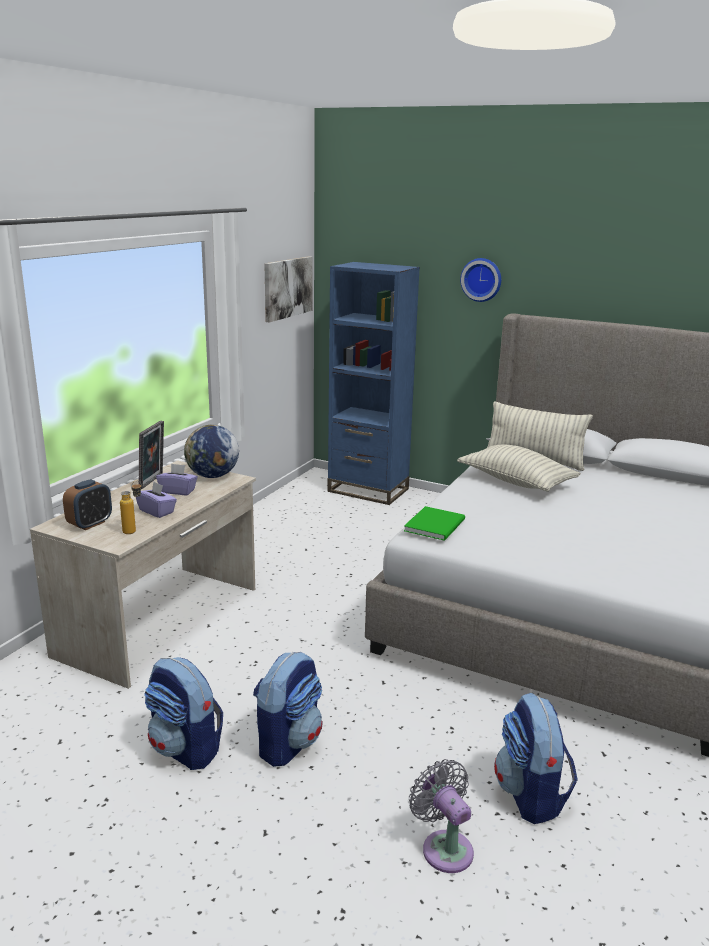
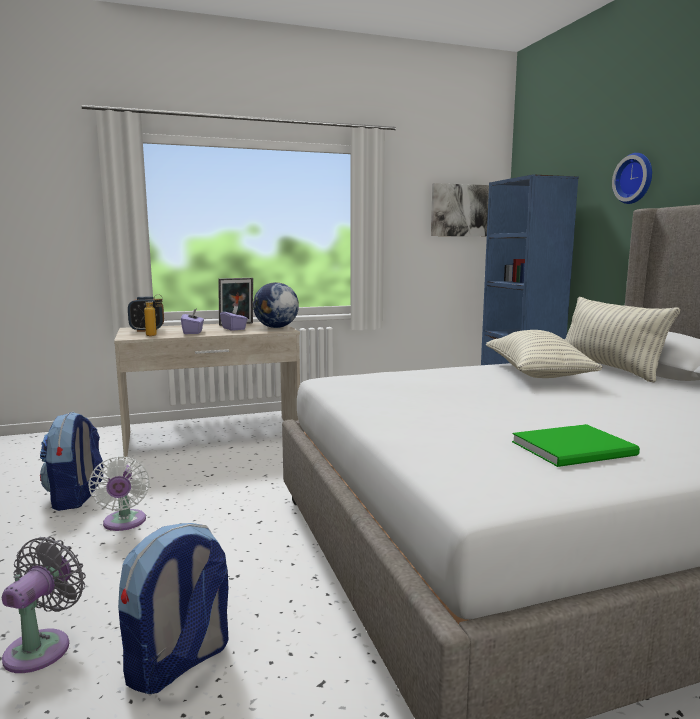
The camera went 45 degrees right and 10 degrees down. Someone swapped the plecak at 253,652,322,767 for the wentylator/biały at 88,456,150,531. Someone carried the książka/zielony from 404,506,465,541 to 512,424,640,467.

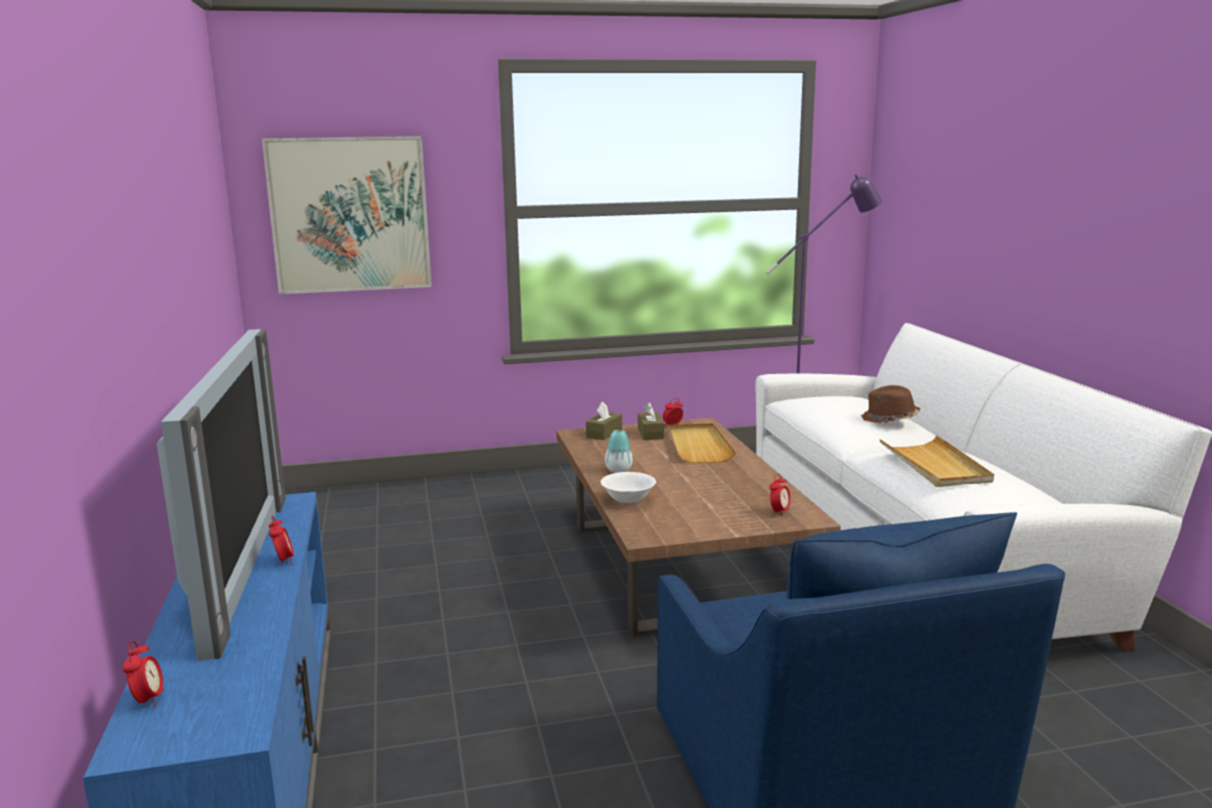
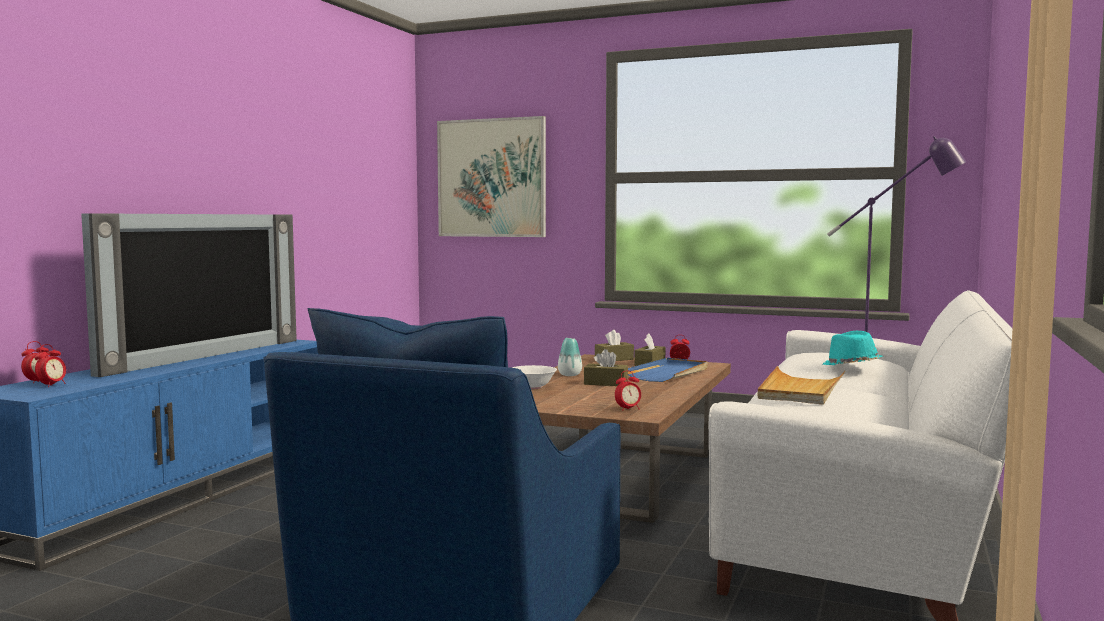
The camera went 35 degrees right and 10 degrees down. Someone carried the budzik from 269,516,294,564 to 35,344,66,387. Someone repainted the taca/beżowy at 668,423,736,463, which became the taca/niebieski at 628,358,708,382. Someone repainted the kapelusz/brązowy at 861,385,920,423, which became the kapelusz/turkusowy at 823,331,883,365. Someone put down the pudełko chusteczek/brązowy at 584,349,628,386.

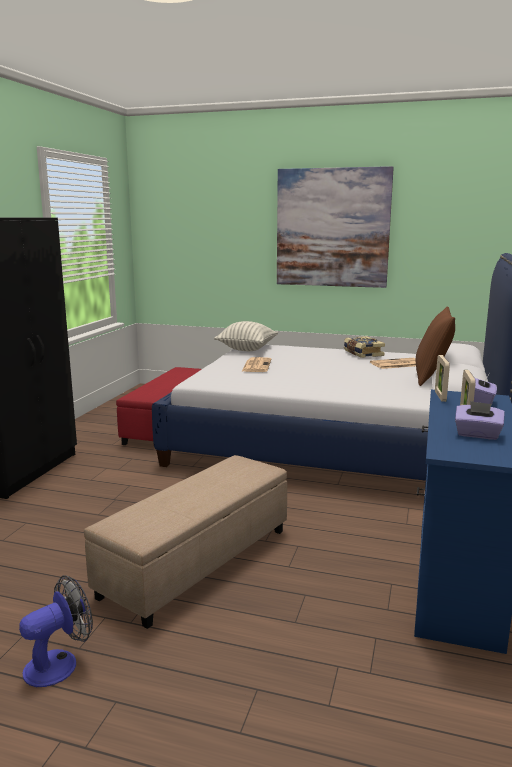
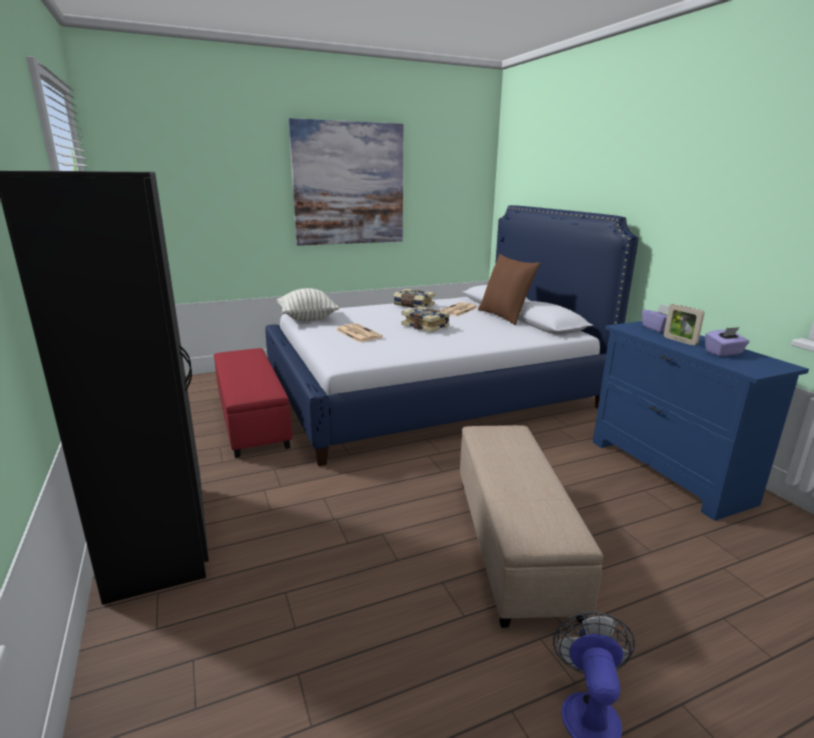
The camera went 40 degrees left and 5 degrees up. Someone took away the ramka na zdjęcie at 435,355,450,402. Someone put down the książka at 401,307,450,332.

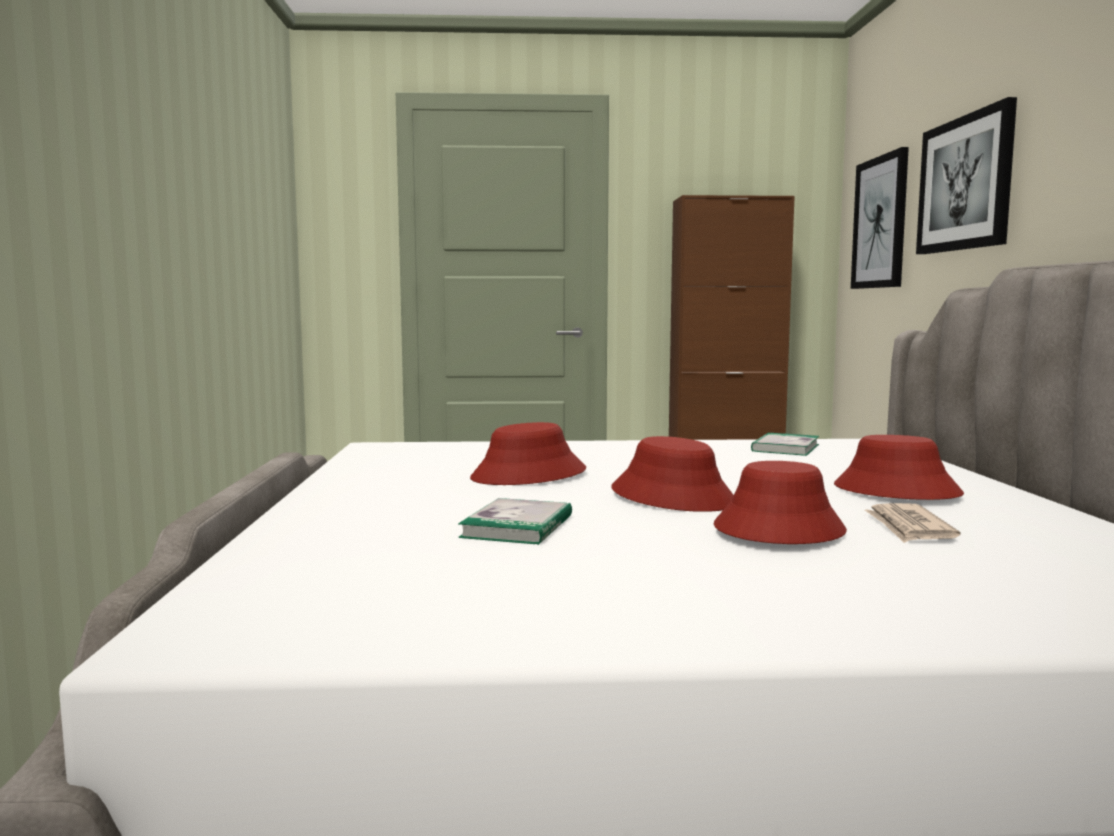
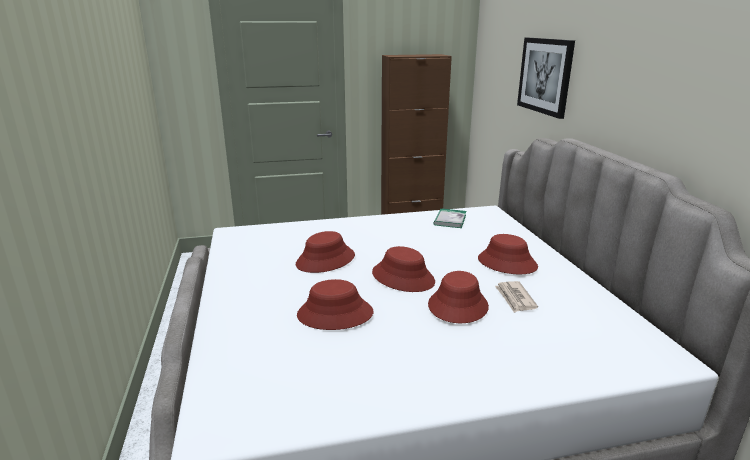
The camera went 10 degrees left and 15 degrees up. Someone swapped the książka at 458,498,572,545 for the kapelusz/czerwony at 297,279,373,330. Someone took away the obraz at 851,147,909,289.

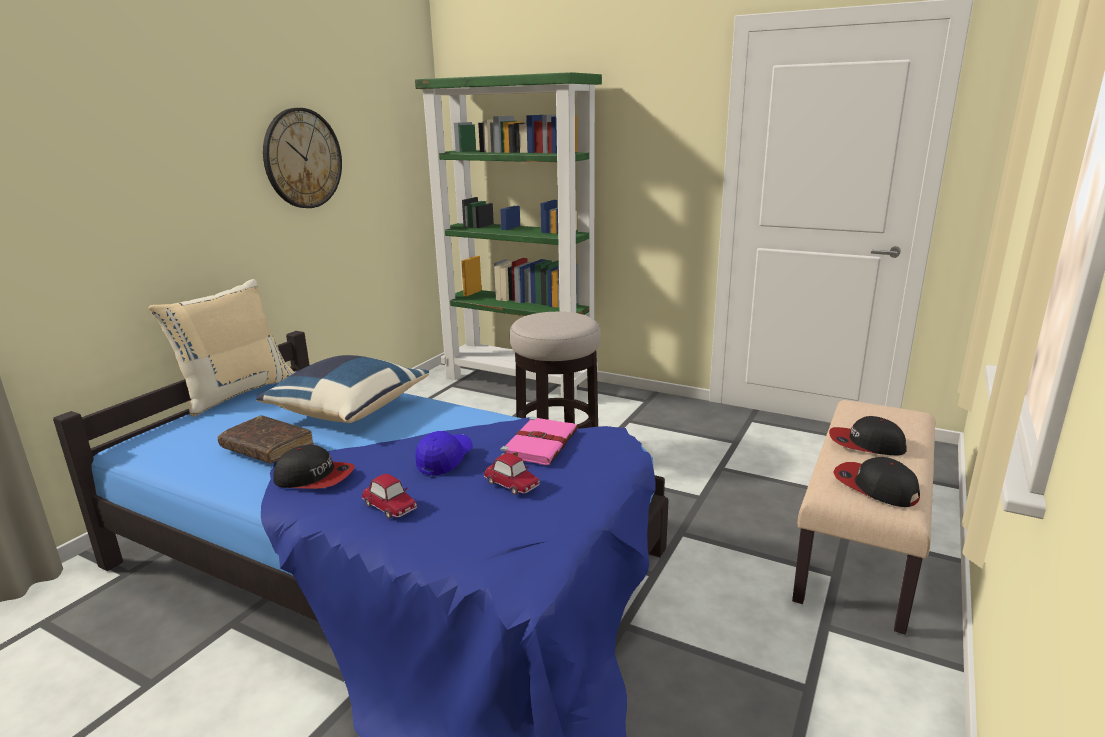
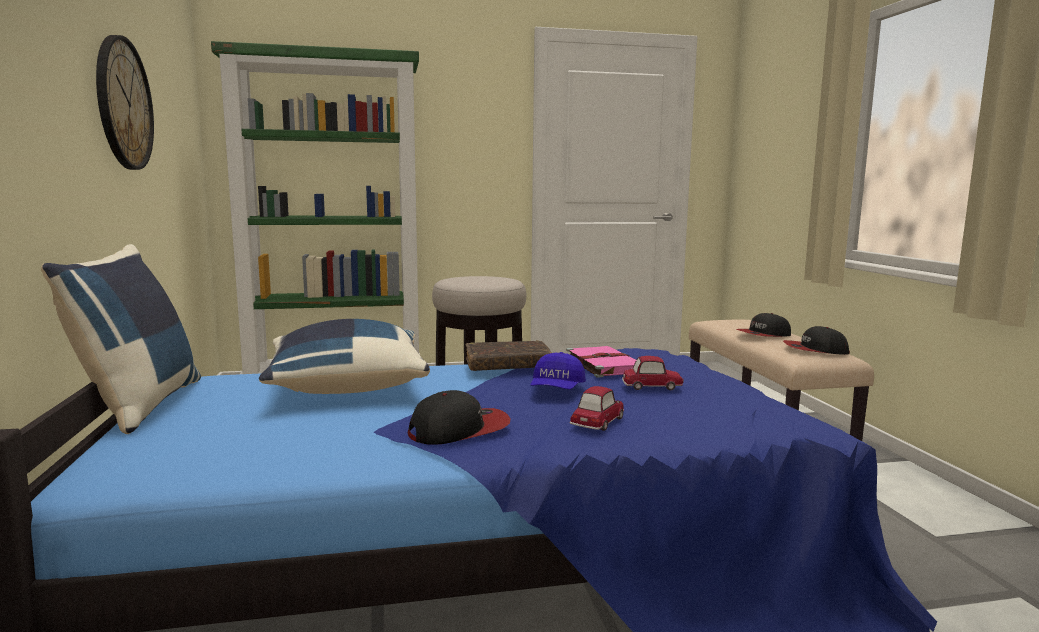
The camera went 40 degrees left and 10 degrees down. Someone repainted the poduszka/beżowy at 149,279,295,417, which became the poduszka/niebieski at 41,244,201,434. Someone carried the książka/brązowy from 217,415,314,464 to 466,340,552,371. Someone rotated the samochodzik at 362,474,417,519 by 60 degrees counterclockwise. Someone rotated the czapka z daszkiem/niebieski at 415,431,473,476 by 150 degrees counterclockwise.

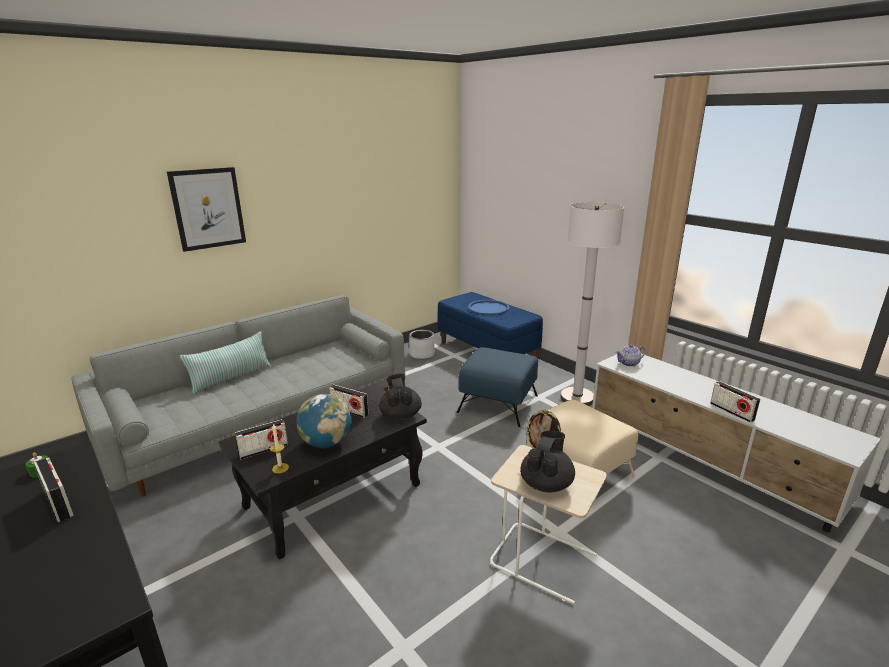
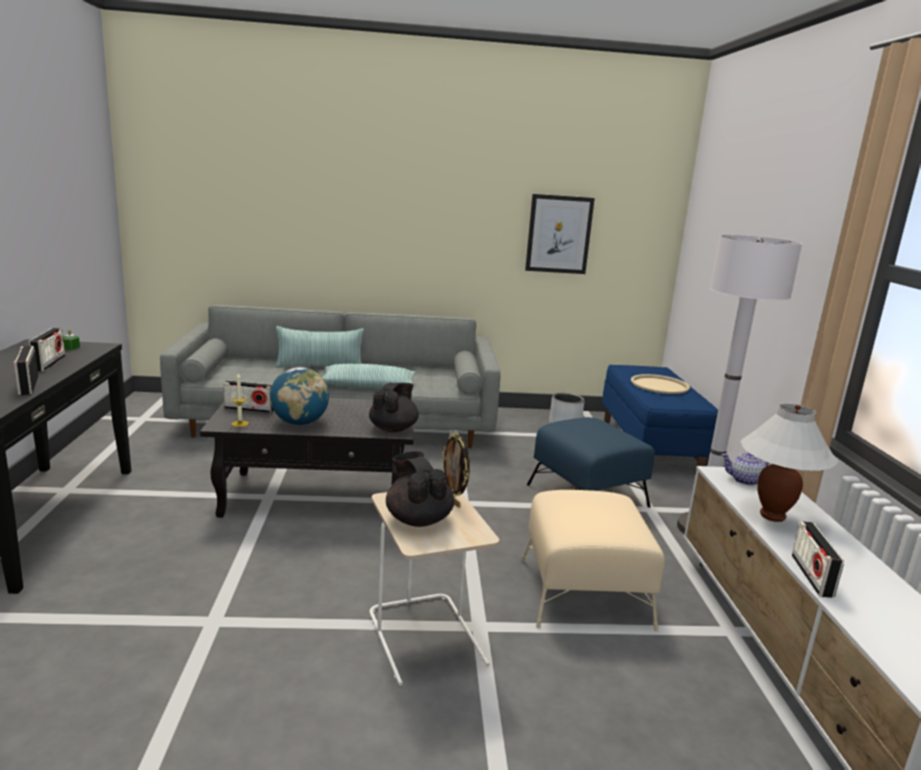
The camera went 35 degrees right and 5 degrees down. Someone carried the obraz from 167,167,246,252 to 525,194,595,274. Someone carried the radio from 329,385,369,418 to 13,346,38,395. Someone repainted the taca/niebieski at 468,300,509,315, which became the taca/beżowy at 631,374,690,394. Someone rotated the imbryk/czarny at 520,431,575,492 by 90 degrees counterclockwise. Someone put down the poduszka at 322,364,416,389. Someone put down the lampa stołowa/biały at 740,404,839,522.

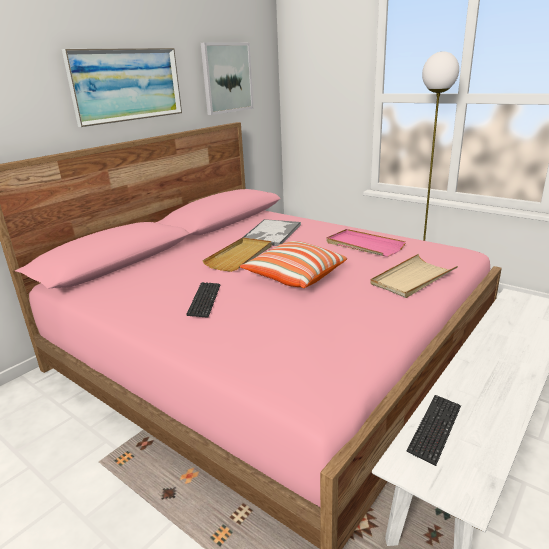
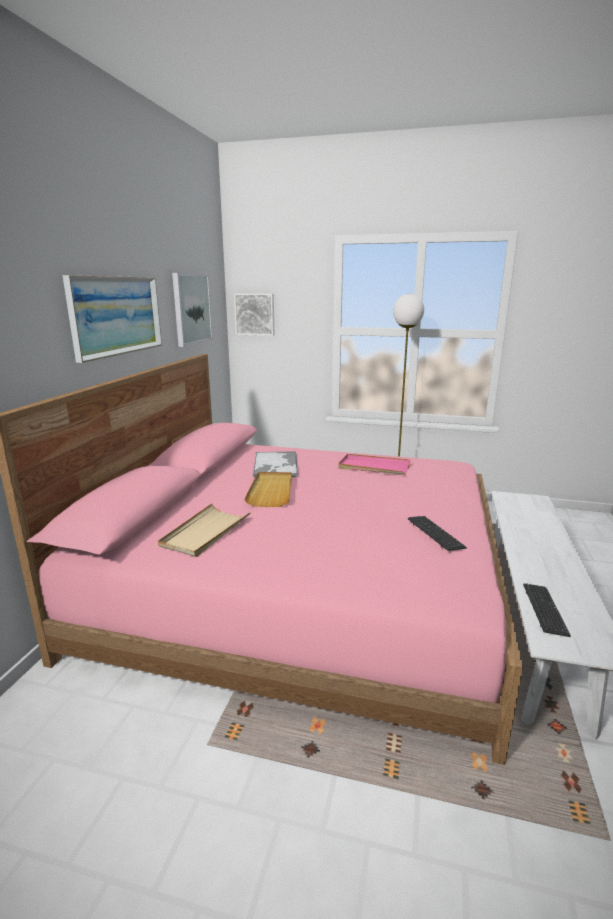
The camera went 25 degrees left and 5 degrees down. Someone carried the klawiatura from 186,282,220,318 to 408,516,467,551. Someone took away the poduszka at 240,241,347,288. Someone carried the taca/beżowy from 370,254,458,298 to 158,504,251,557. Someone put up the obraz at 234,294,274,336.

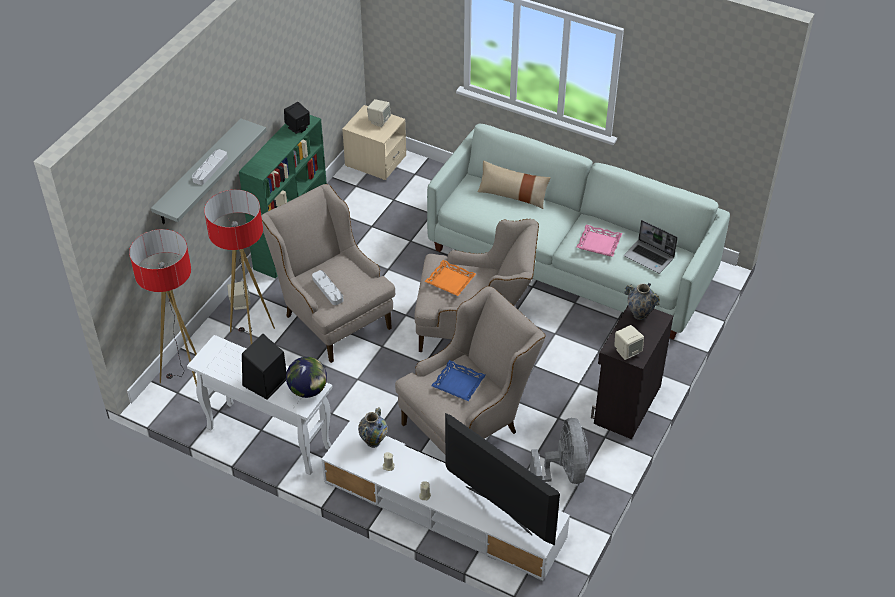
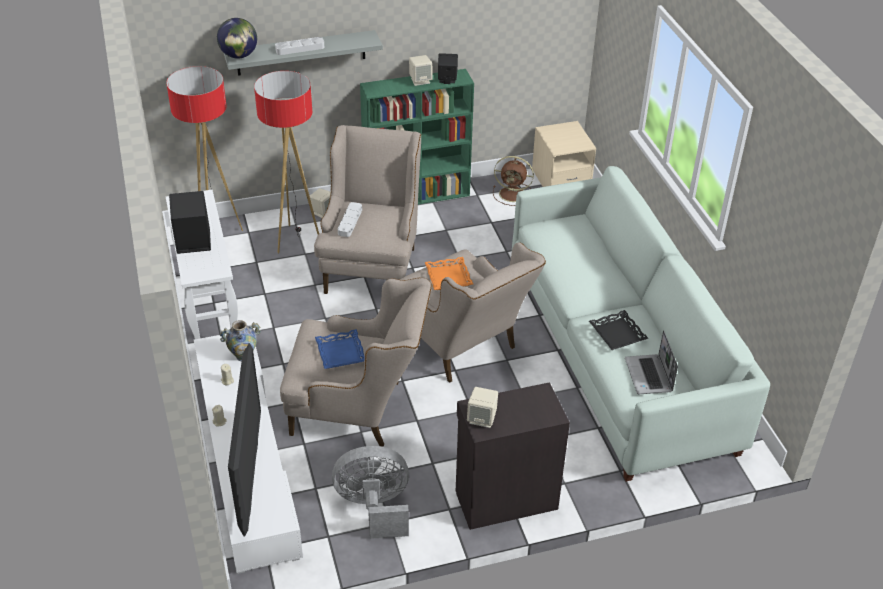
The camera went 45 degrees right and 5 degrees down. Someone carried the globus from 286,357,327,398 to 217,18,257,59. Someone carried the głośnik/beżowy from 367,99,391,127 to 409,55,433,86. Someone took away the poduszka/beżowy at 478,160,551,209. Someone rotated the wentylator/szary at 530,418,589,484 by 135 degrees counterclockwise. Someone repainted the taca/różowy at 577,225,622,256, which became the taca/czarny at 589,310,649,350. Someone took away the wazon at 624,283,660,320. Someone put down the wentylator/brązowy at 493,156,534,206.

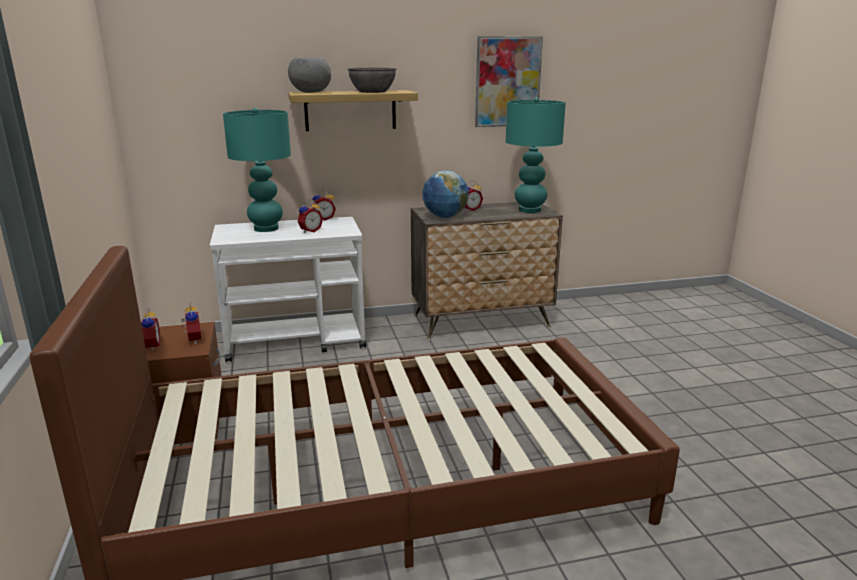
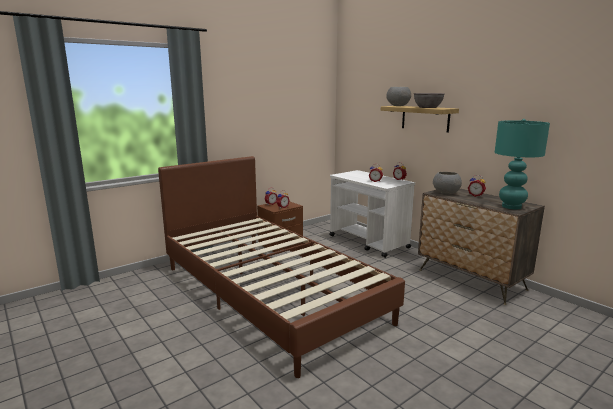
The camera went 65 degrees right and 5 degrees down. Someone took away the lampa stołowa/turkusowy at 223,108,291,232. Someone swapped the globus at 423,171,468,218 for the miska/szary at 433,172,462,194. Someone took away the obraz at 475,36,543,127.

